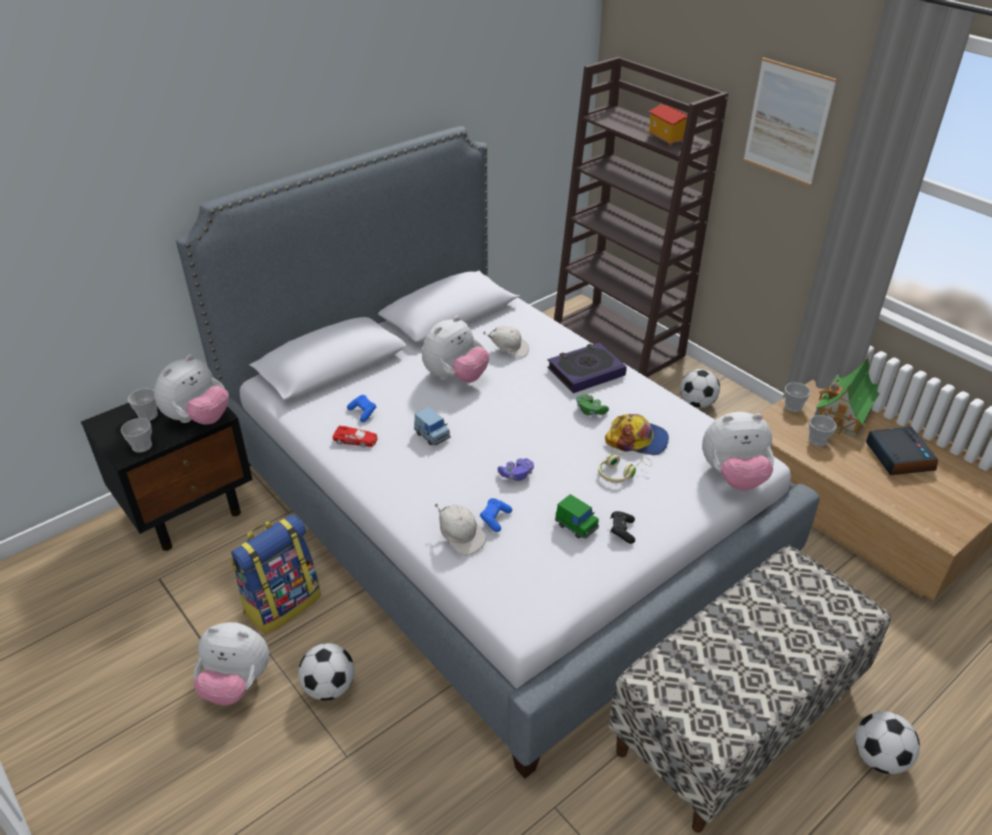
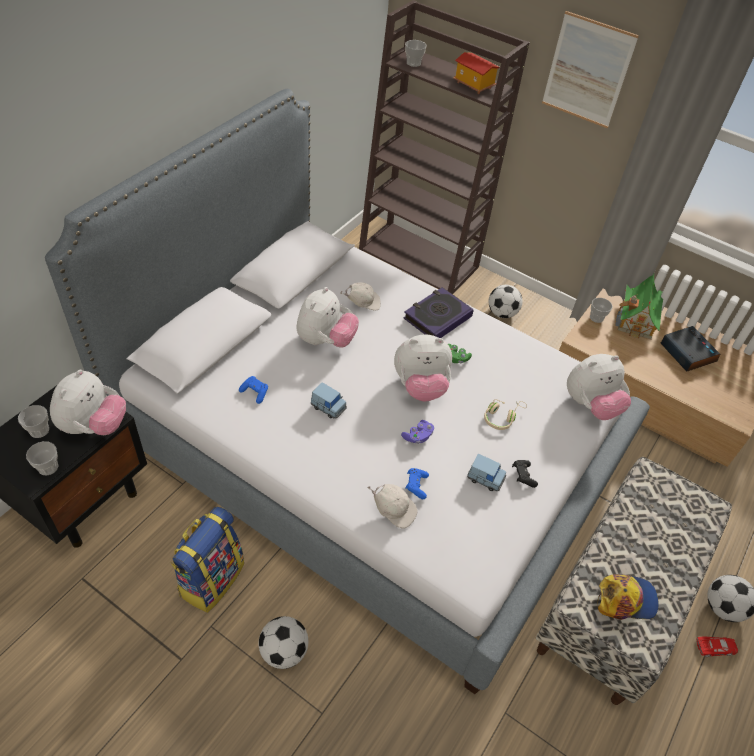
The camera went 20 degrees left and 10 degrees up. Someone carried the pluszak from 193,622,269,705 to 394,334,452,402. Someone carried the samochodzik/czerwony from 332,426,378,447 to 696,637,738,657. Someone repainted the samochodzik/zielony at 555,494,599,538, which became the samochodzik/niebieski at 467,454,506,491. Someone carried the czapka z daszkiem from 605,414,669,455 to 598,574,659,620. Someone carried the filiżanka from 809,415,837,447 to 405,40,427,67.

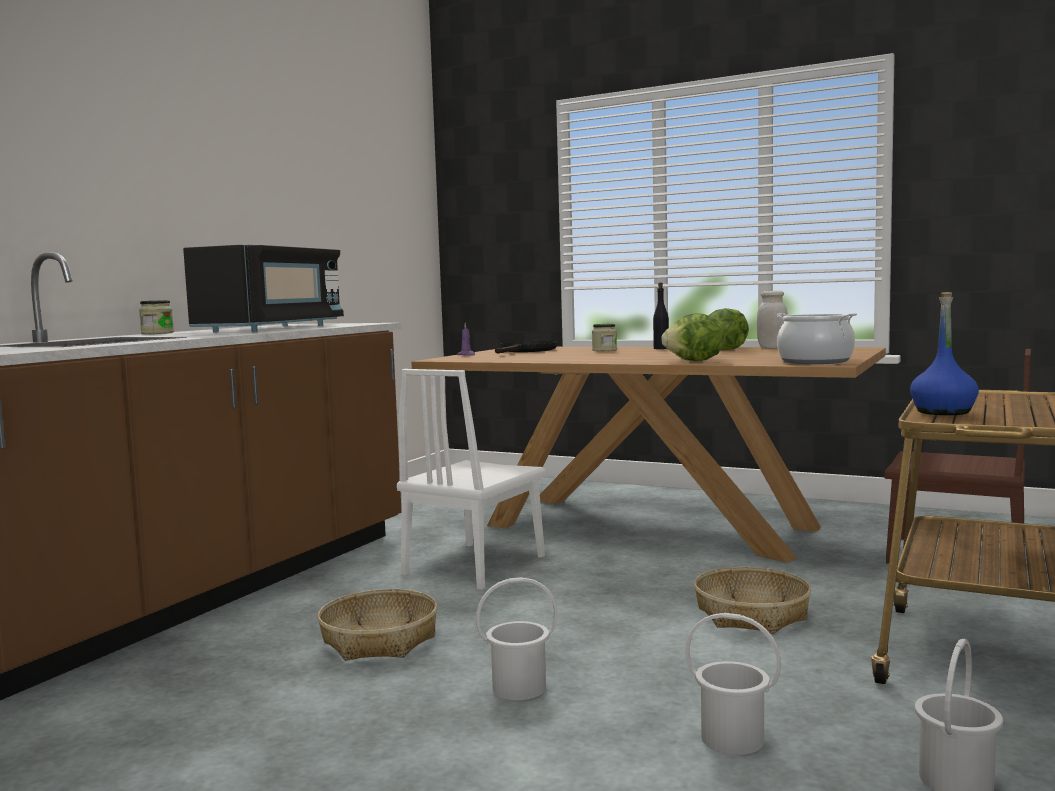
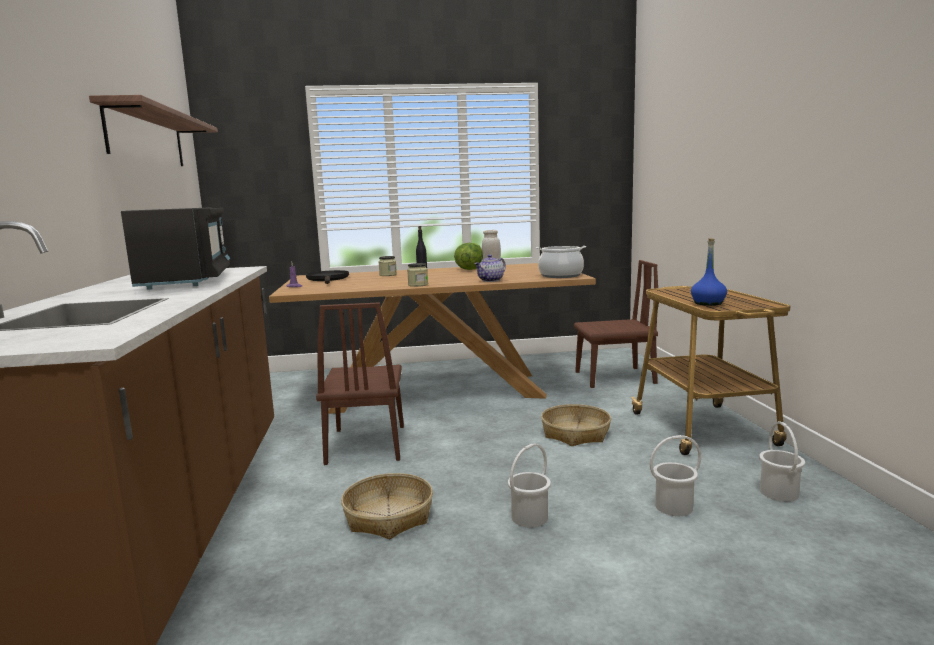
The camera went 35 degrees left and 5 degrees up. Someone carried the słoik from 139,300,174,334 to 407,263,428,287. Someone repainted the krzesło/biały at 397,369,546,590, which became the krzesło/brązowy at 316,302,404,465. Someone swapped the sałata at 661,313,724,361 for the imbryk at 474,255,506,282. Someone put up the półka at 89,95,218,166.

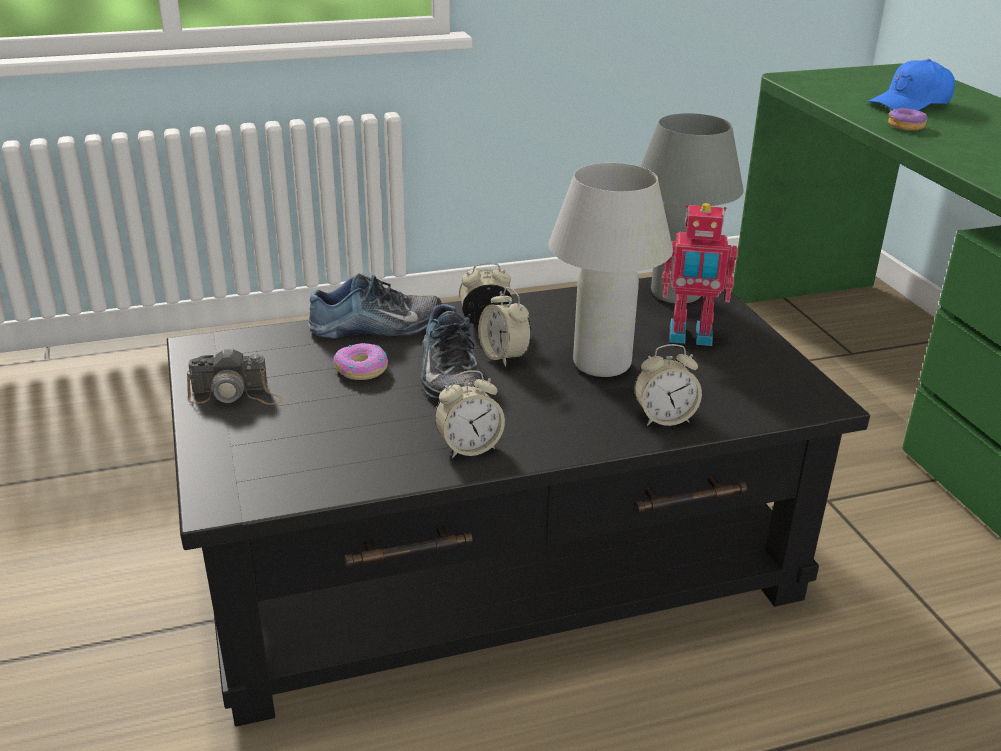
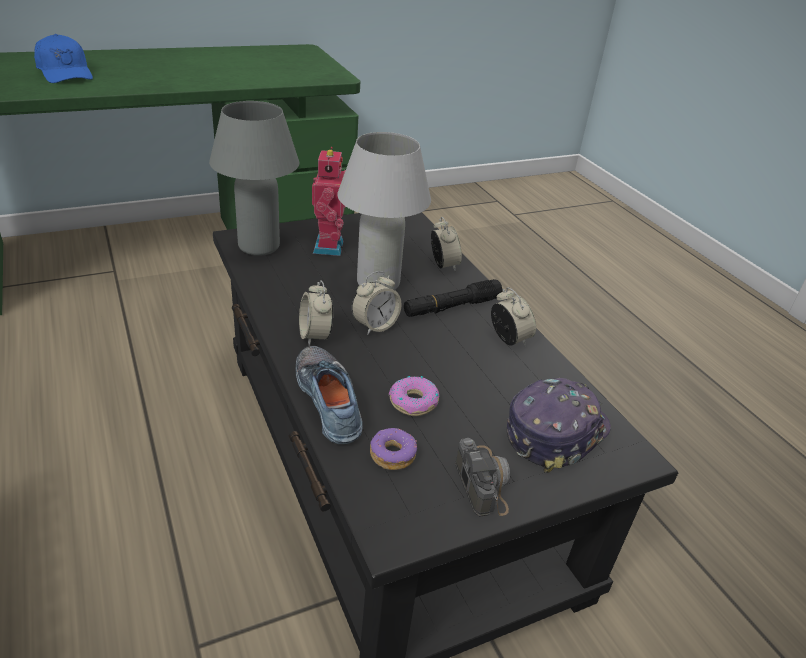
The camera went 100 degrees left and 5 degrees up. Someone took away the but at 421,304,480,401. Someone carried the donut from 888,108,928,131 to 370,428,417,470. Someone put down the latarka/czarny at 404,279,502,317. Someone put down the czapka z daszkiem at 507,378,611,473.

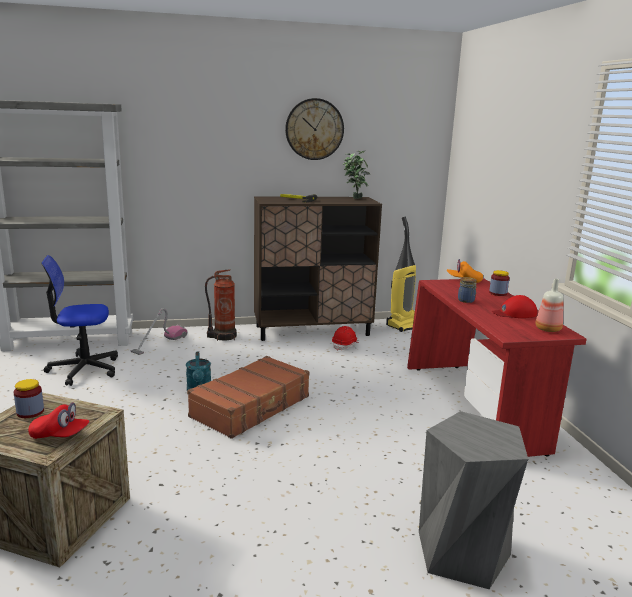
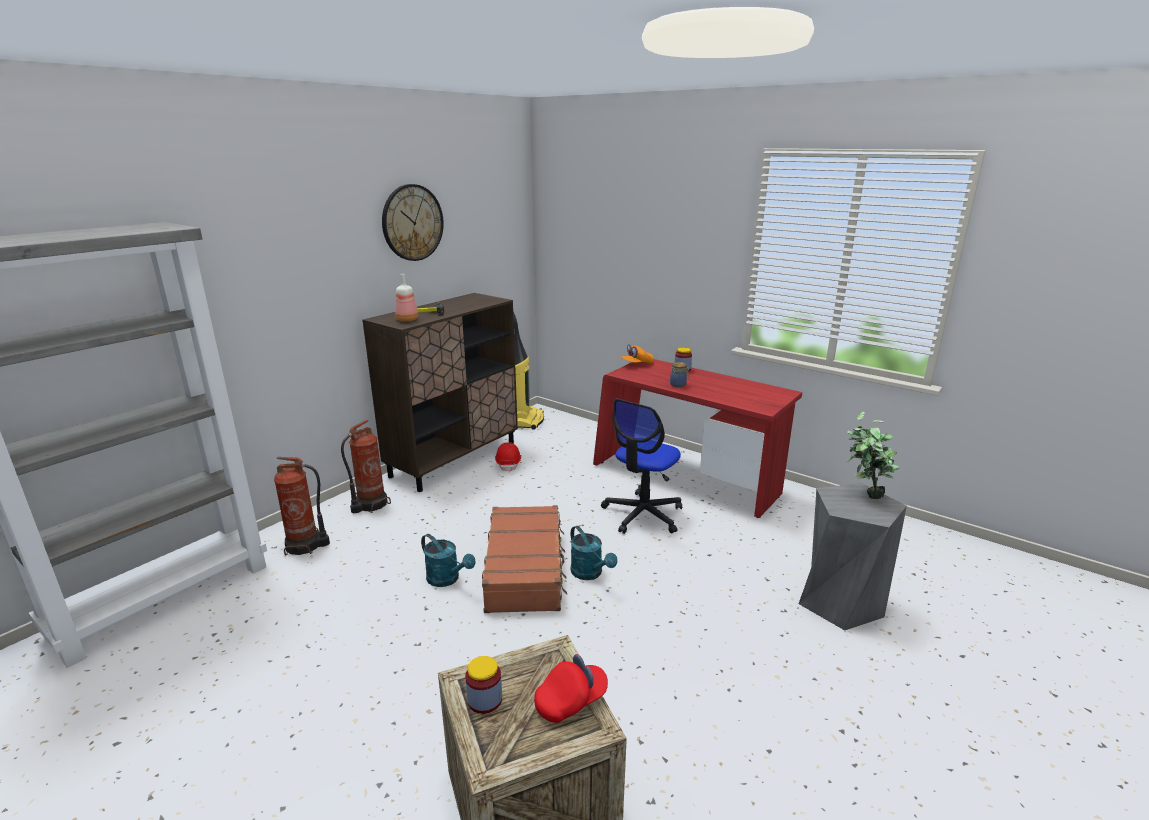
The camera went 40 degrees left and 5 degrees up. Someone carried the krzesło biurowe from 41,255,118,386 to 601,399,682,534. Someone swapped the odkurzacz at 131,308,187,355 for the gaśnica at 274,457,330,556. Someone carried the roślina doniczkowa from 343,151,370,199 to 846,412,900,499. Someone took away the czapka z daszkiem/czerwony at 491,295,537,318. Someone carried the butelka from 535,278,564,332 to 395,274,418,322. Someone put down the konewka/turkusowy at 571,526,617,580.

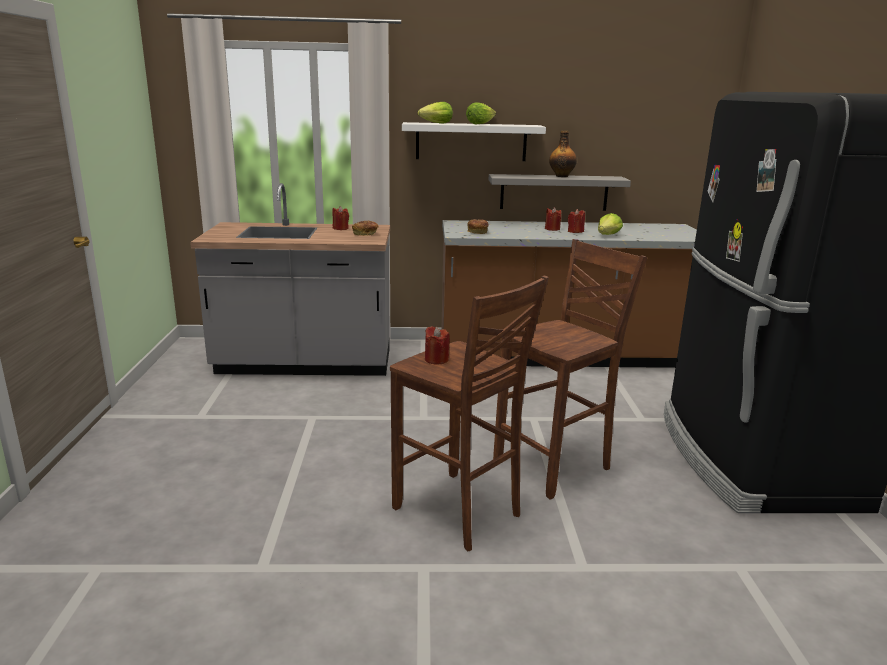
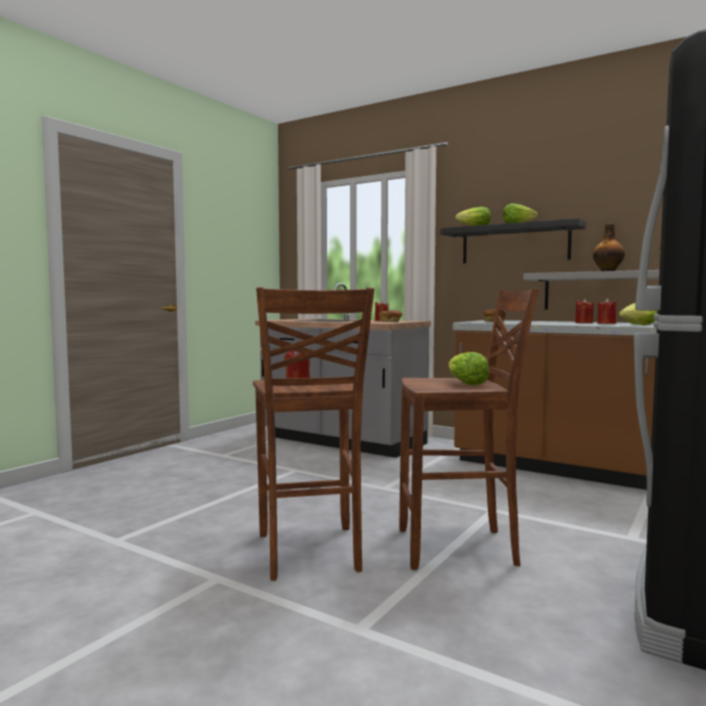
The camera went 35 degrees right and 15 degrees down. Someone repainted the półka/biały at 402,122,546,161, which became the półka/czarny at 441,218,586,264. Someone put down the sałata at 449,352,489,385.

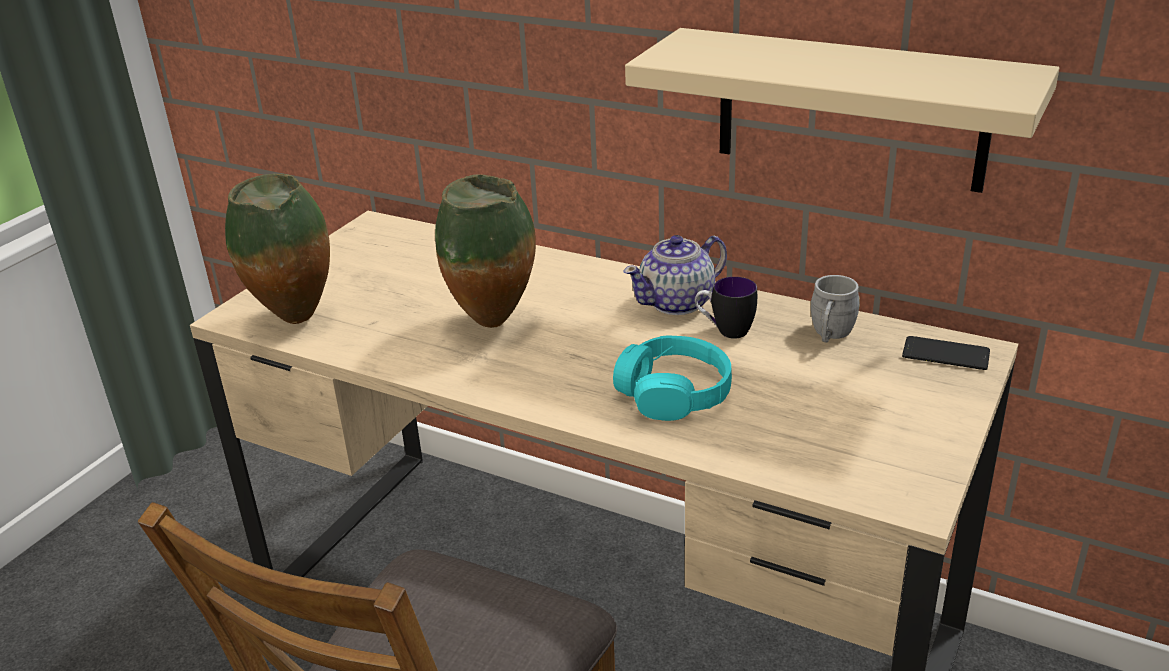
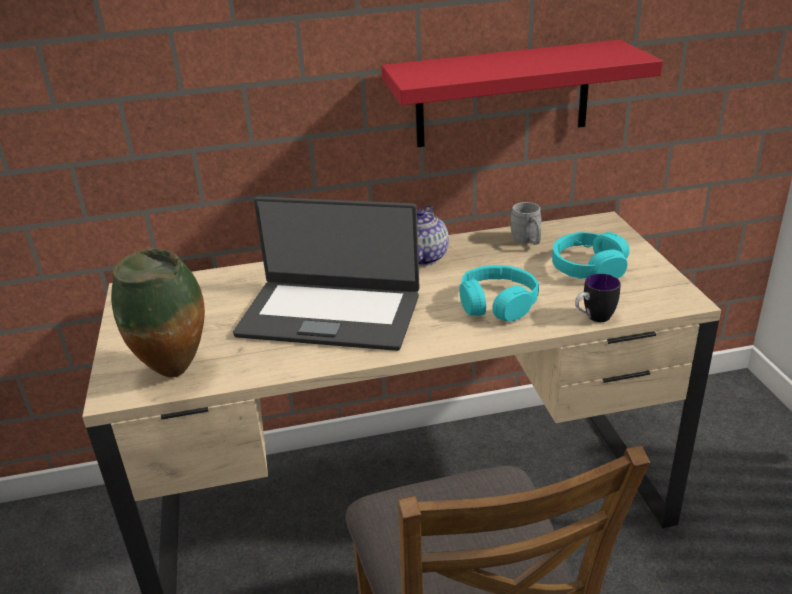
The camera went 40 degrees left and 0 degrees up. Someone swapped the wazon at 435,174,536,328 for the laptop at 233,197,420,351. Someone repainted the półka/beżowy at 625,28,1059,193, which became the półka/czerwony at 381,40,663,147. Someone carried the kubek from 695,277,757,339 to 575,274,620,322. Someone took away the telefon at 902,336,990,370. Someone put down the słuchawki/turkusowy at 552,232,629,279.

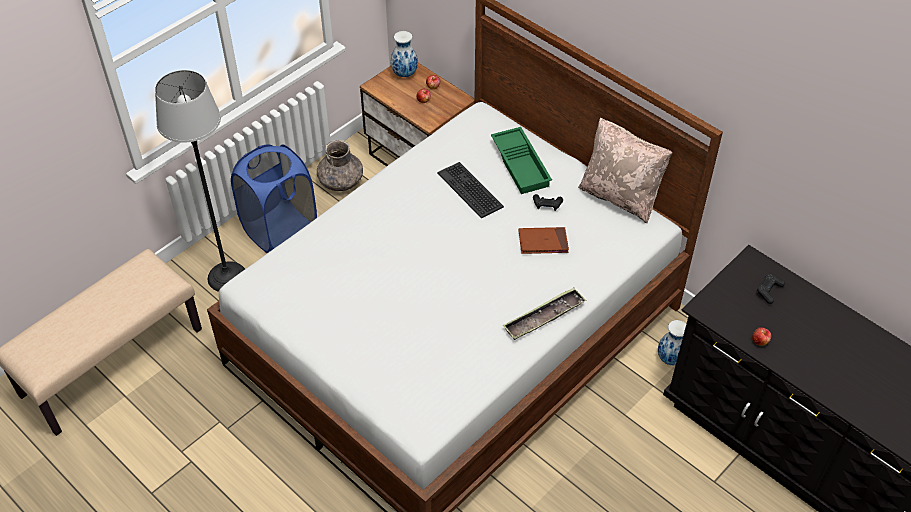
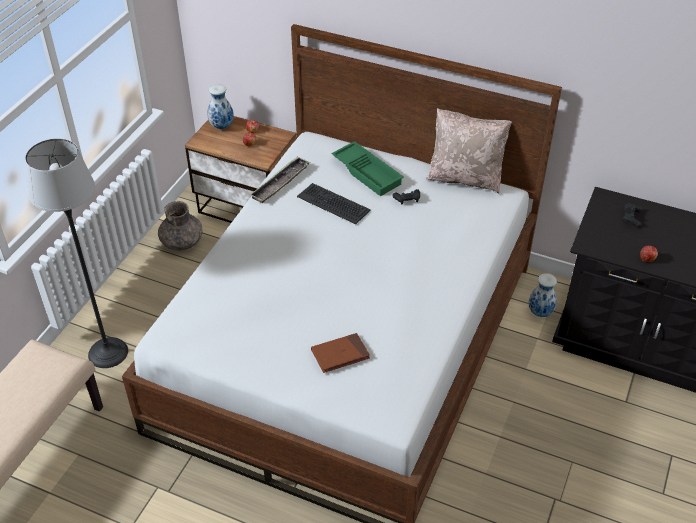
The camera went 20 degrees left and 5 degrees down. Someone took away the kosz na pranie/niebieski at 231,144,317,253. Someone carried the taca from 503,287,586,340 to 250,156,311,203. Someone carried the książka/brązowy from 519,227,569,254 to 311,333,370,373.

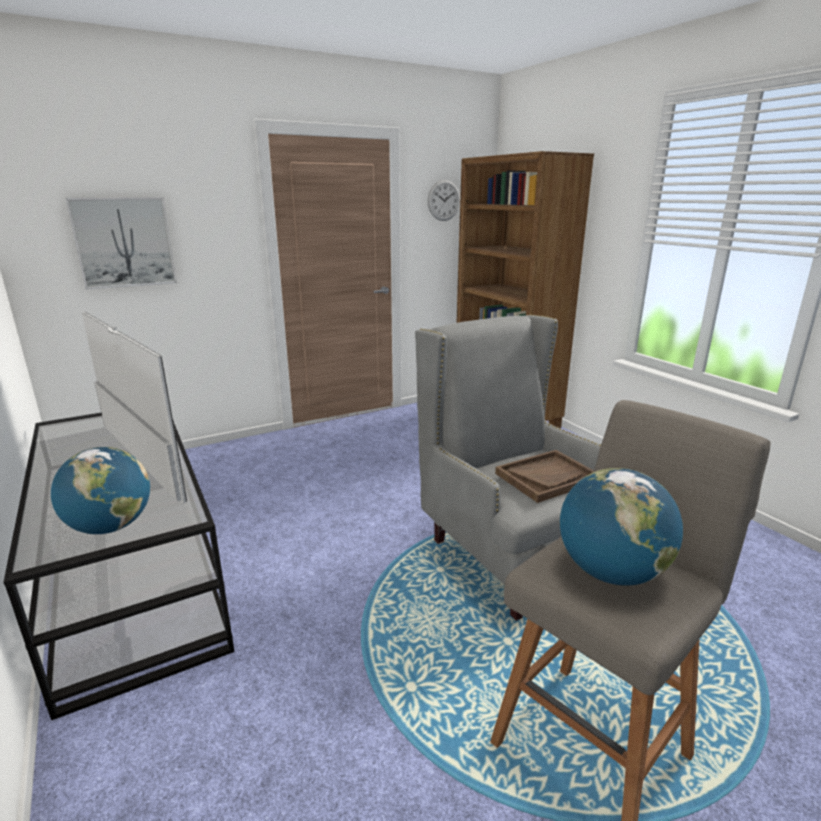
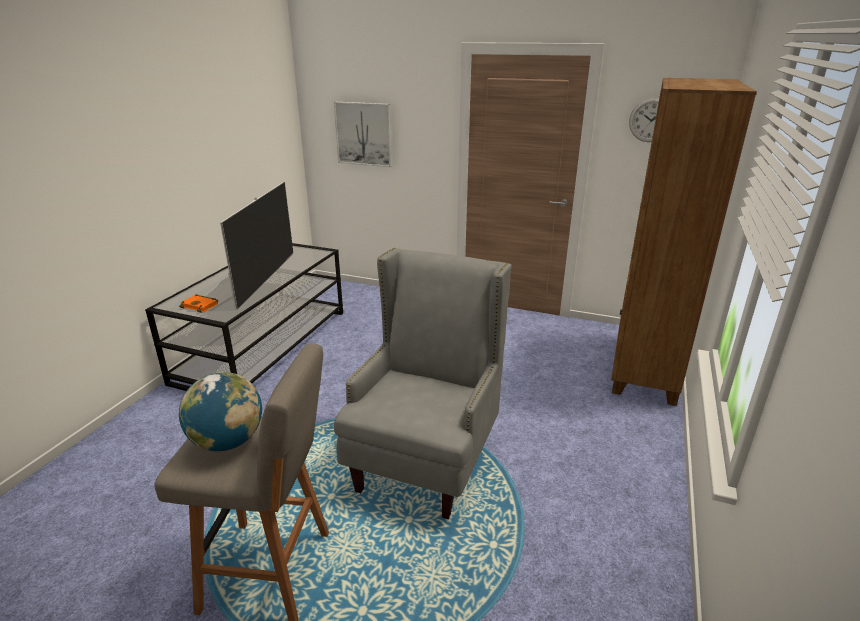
The camera went 50 degrees right and 5 degrees up. Someone swapped the globus at 51,447,150,534 for the książka/pomarańczowy at 179,294,218,313. Someone took away the taca/brązowy at 495,450,594,503.

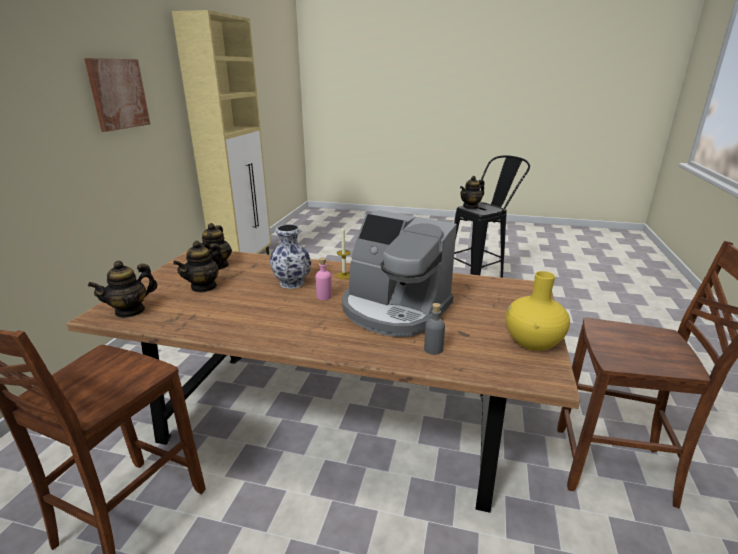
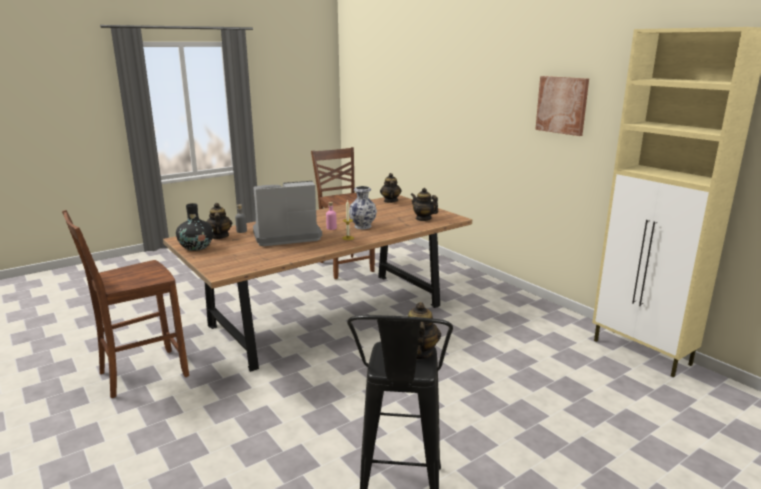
The camera went 130 degrees right and 5 degrees down. Someone carried the imbryk from 173,241,225,293 to 207,203,232,239. Someone repainted the wazon/żółty at 506,271,570,351, which became the wazon/czarny at 176,203,213,251.

